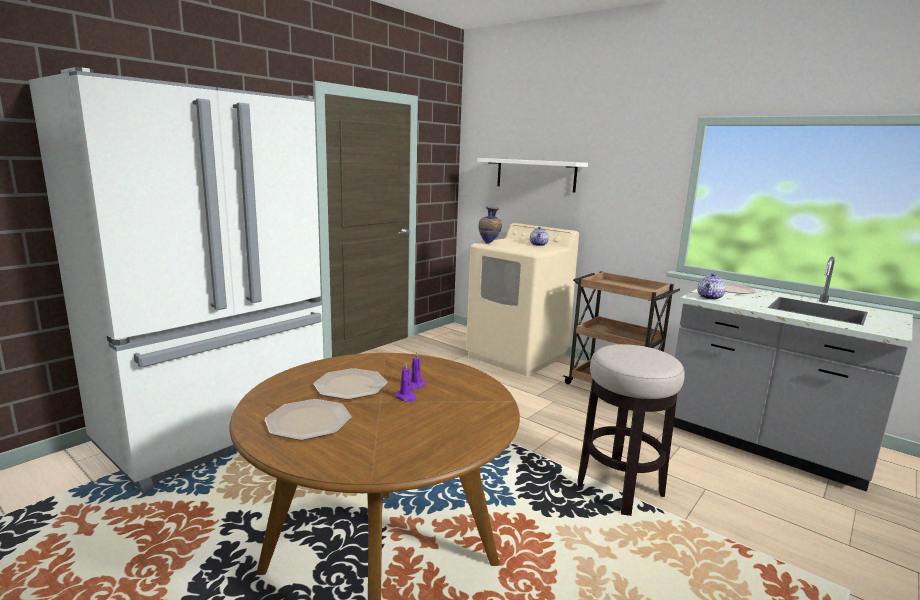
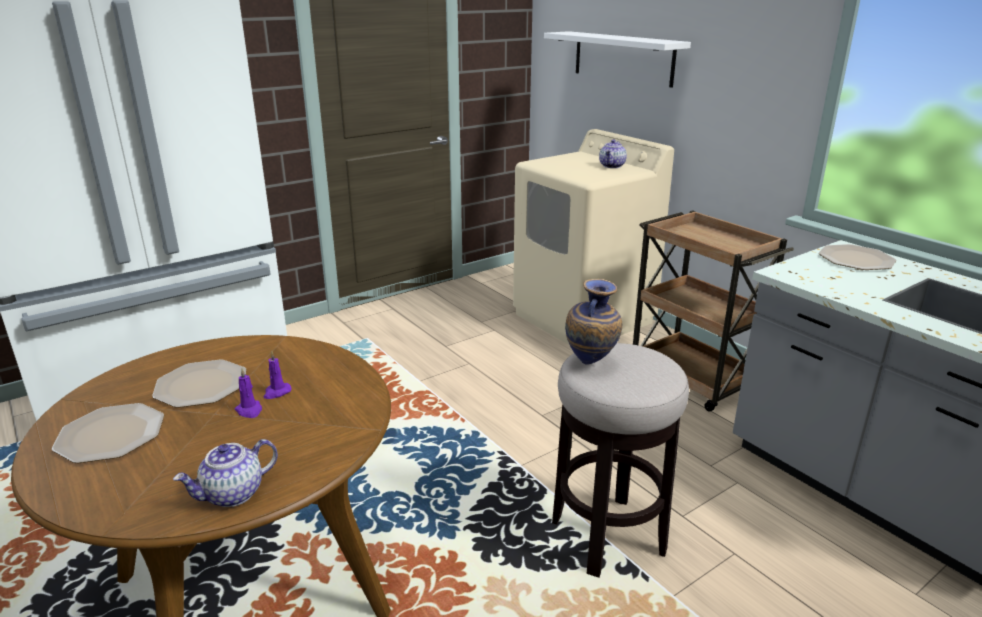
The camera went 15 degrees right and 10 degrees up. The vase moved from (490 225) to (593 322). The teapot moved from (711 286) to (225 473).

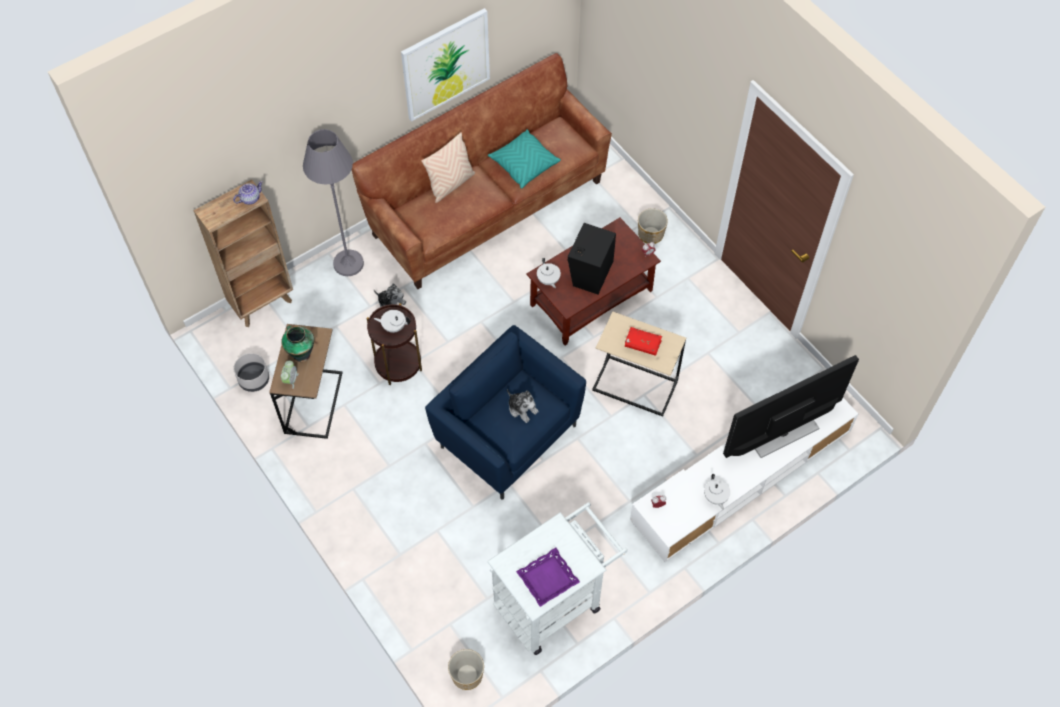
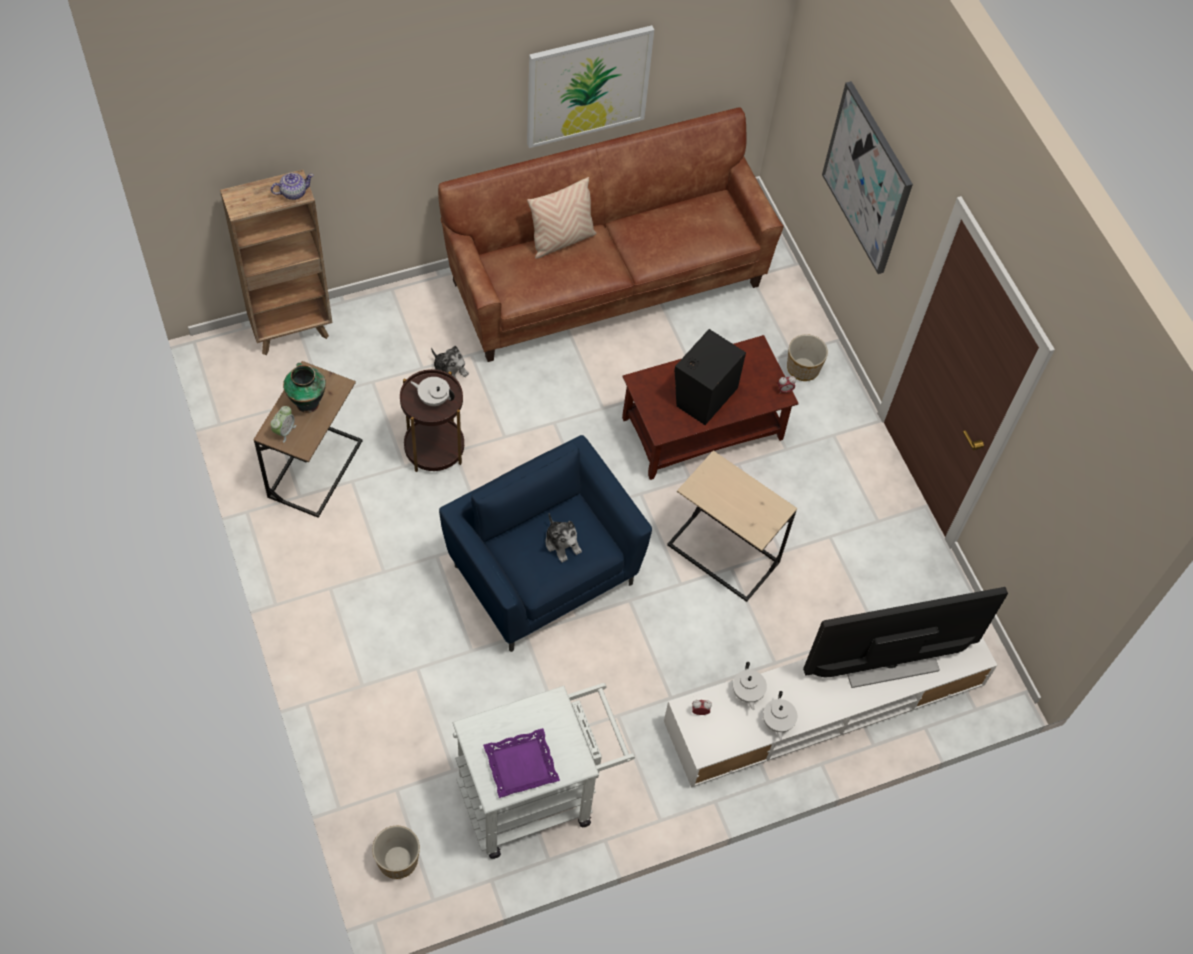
The camera went 10 degrees right and 0 degrees up. The grey flower pot at (251 372) disappeared. The grey floor lamp at (333 202) disappeared. The turquoise pillow at (524 159) disappeared. The red-coloured book at (643 341) disappeared. The picture at (867 177) appeared. The whitish teapot moved from (549 273) to (750 686).

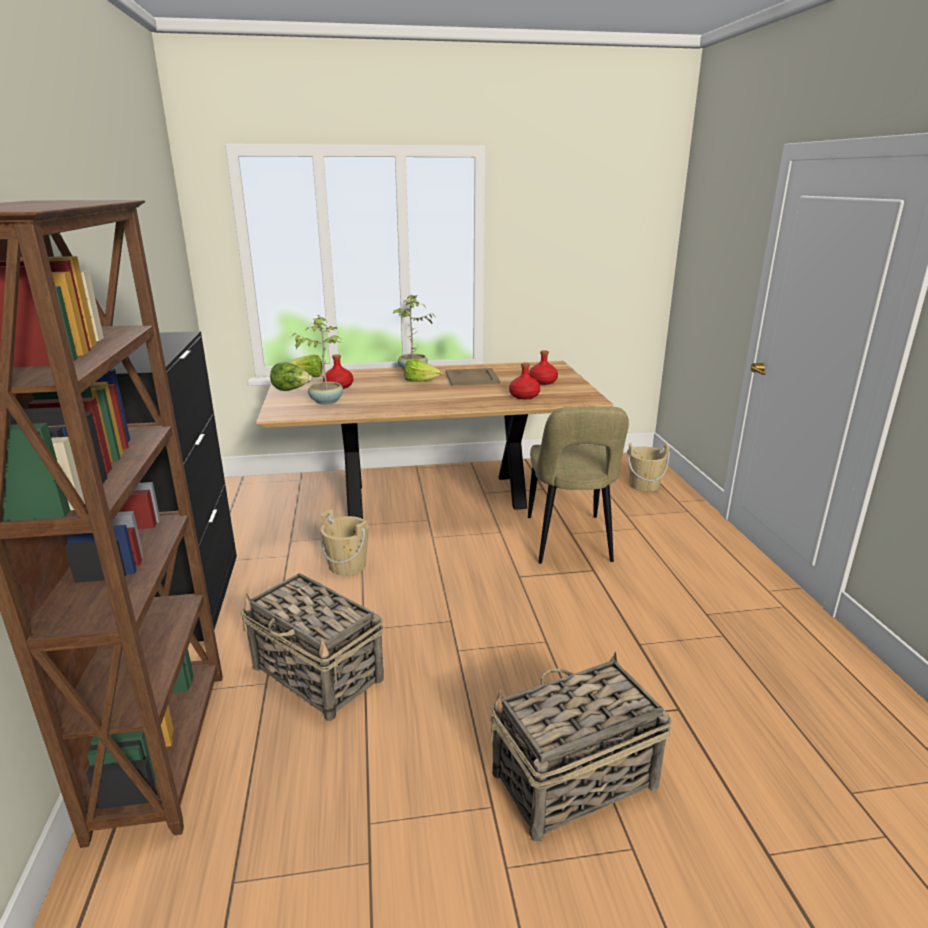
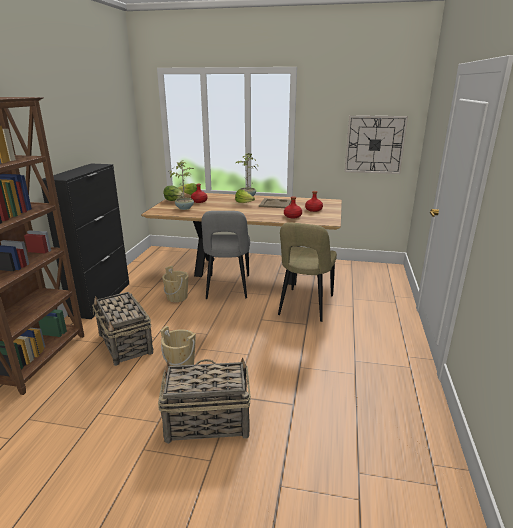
The camera went 20 degrees right and 0 degrees up. The grey upright chair at (225 255) appeared. The wall clock at (376 144) appeared. The beige pail moved from (648 467) to (178 346).

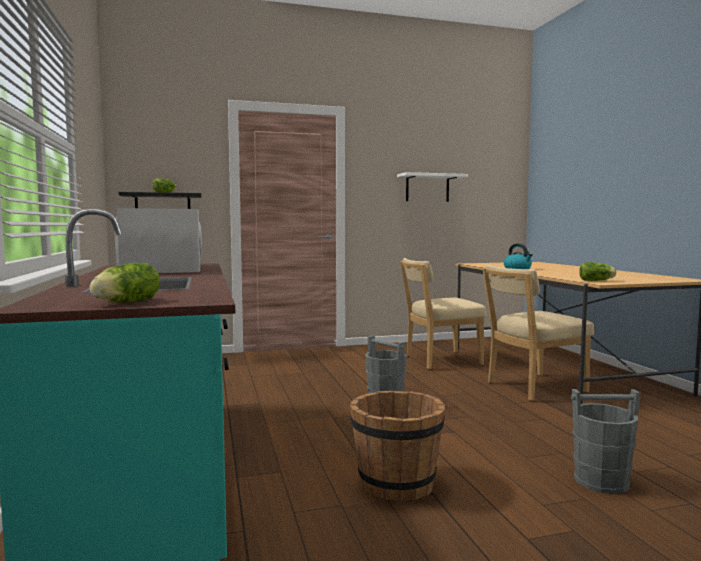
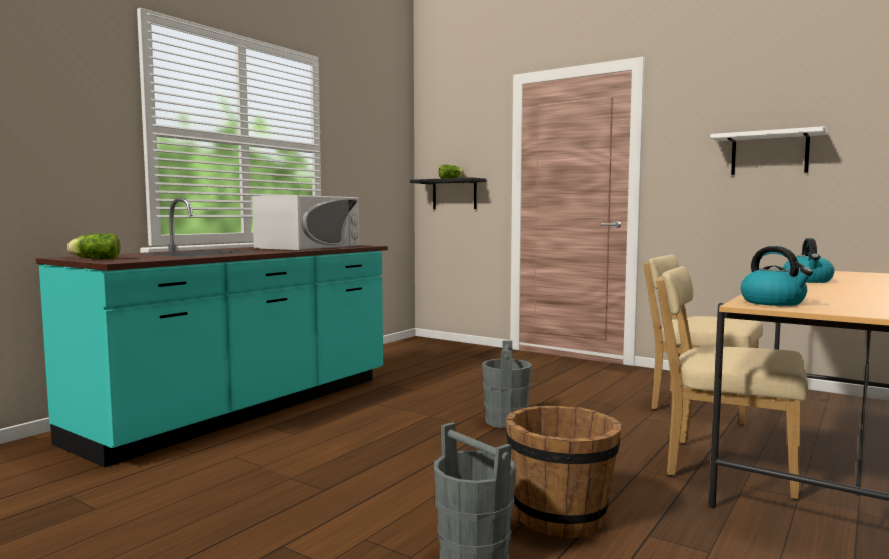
The camera went 50 degrees right and 0 degrees up. The brown pail moved from (397 446) to (563 472). The head of lettuce at (597 271) was replaced by the water kettle at (777 276).

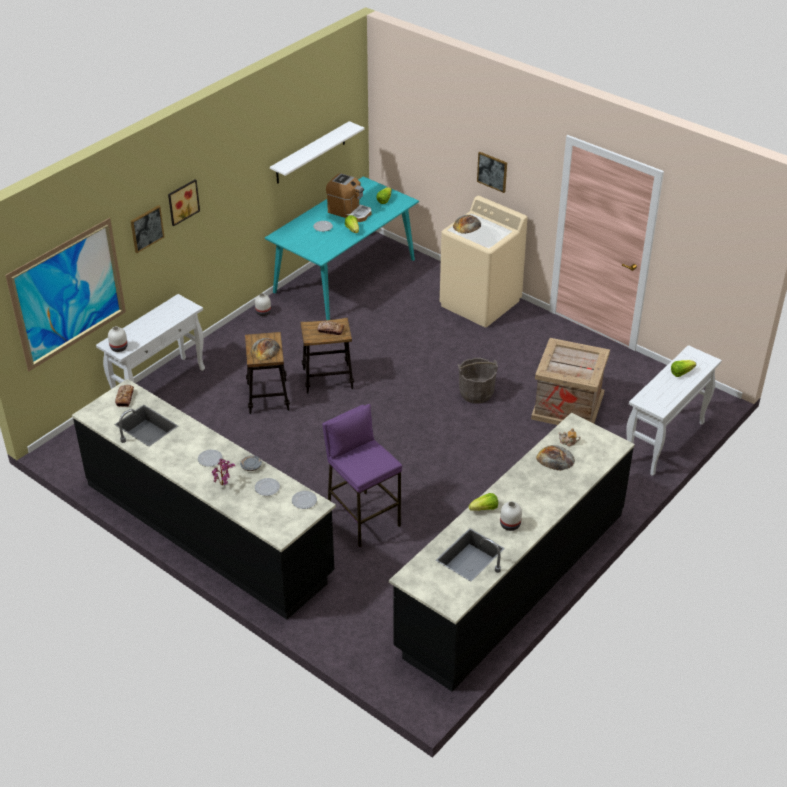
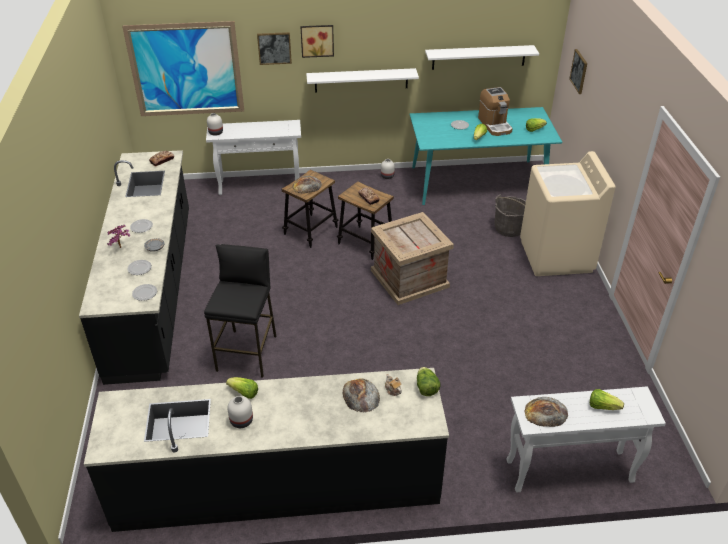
The camera went 45 degrees right and 0 degrees up. The whitish bracket shelf at (362 80) appeared. The head of lettuce at (428 381) appeared. The bakery bread moved from (467 224) to (546 412). The grey pail moved from (478 380) to (510 215). The picture moved from (492 172) to (578 71). The packing crate moved from (570 381) to (412 258). The purple-coloured sitting stool at (362 475) became the blackish sitting stool at (240 311).

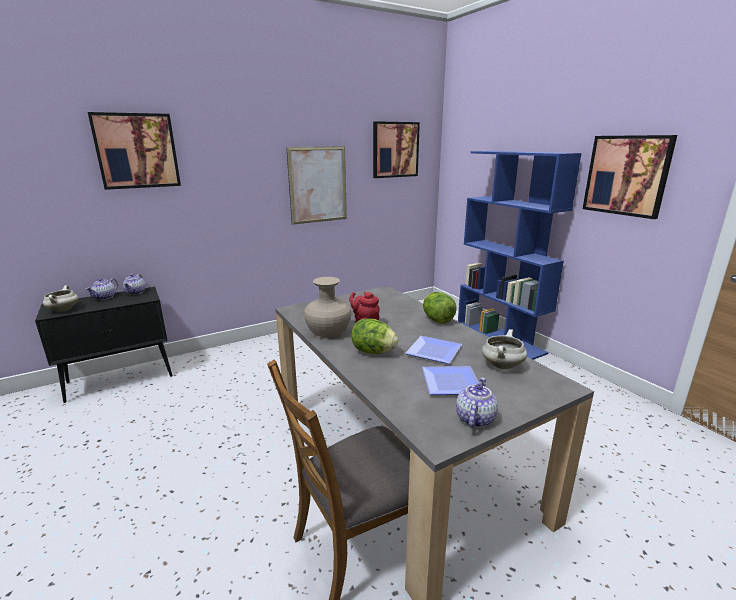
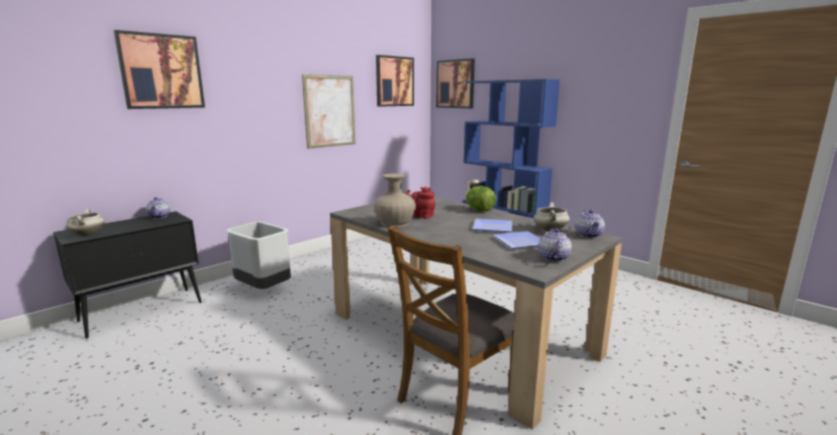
The camera went 15 degrees left and 5 degrees down. The head of lettuce at (374 336) disappeared. The grey waste bin at (258 255) appeared. The teapot moved from (102 289) to (590 224). The picture moved from (630 177) to (455 83).

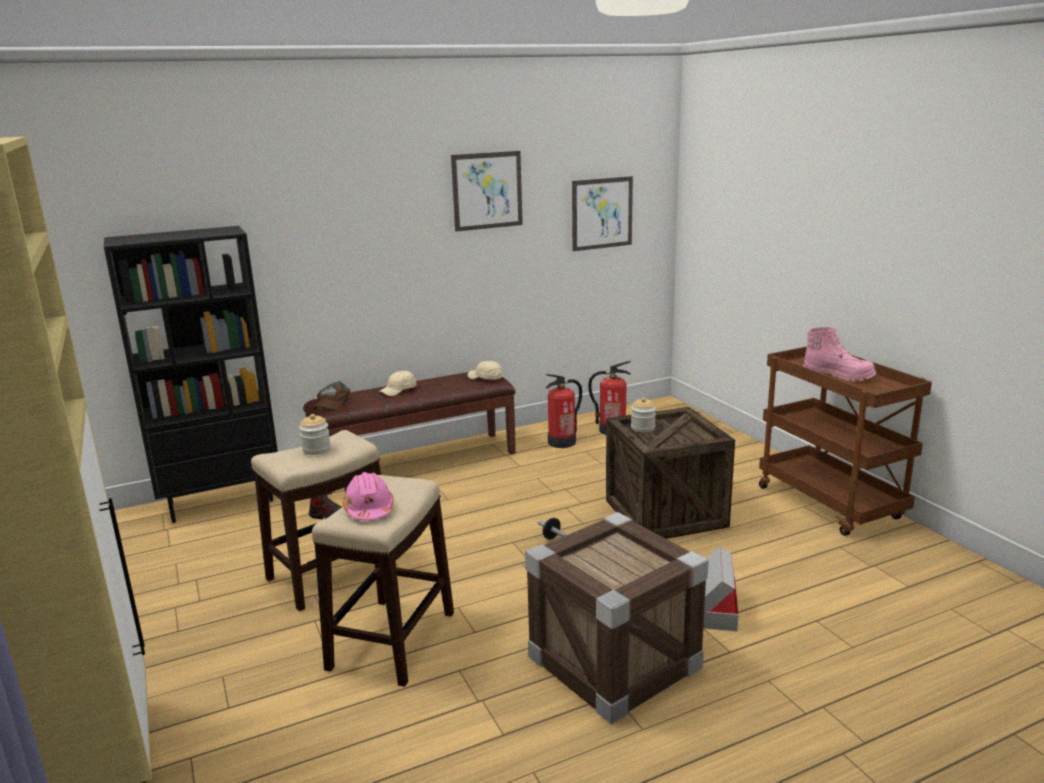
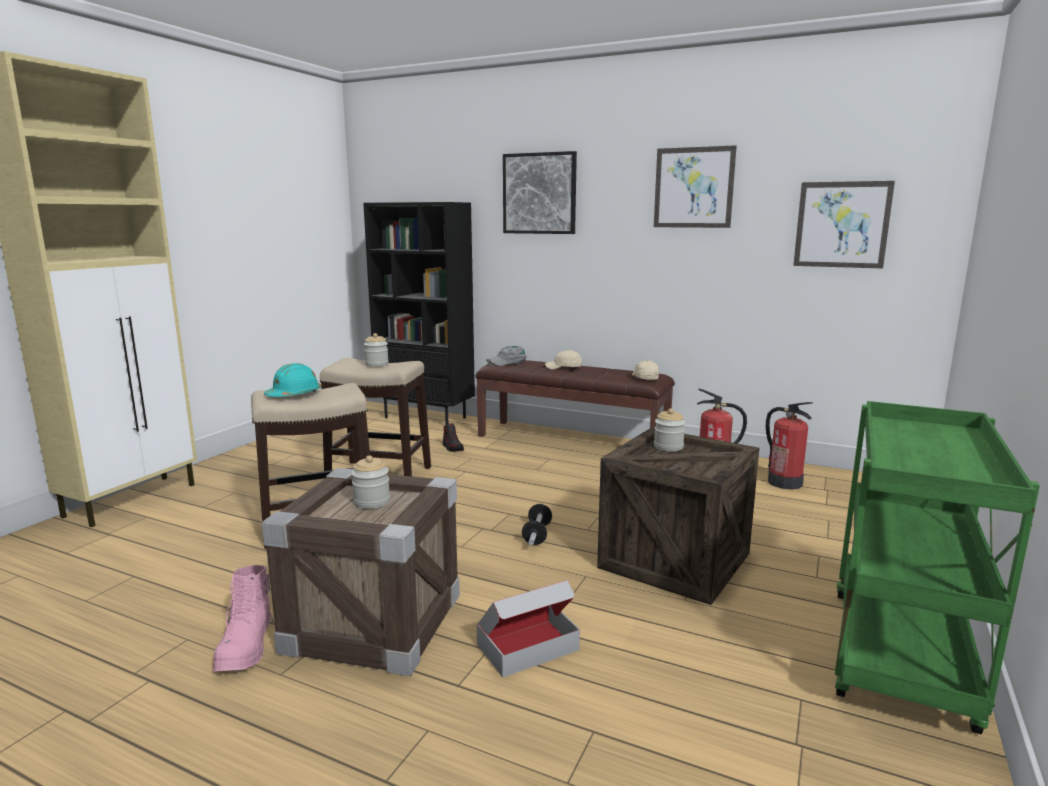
The camera went 50 degrees right and 5 degrees down. The preserve jar at (370 482) appeared. The picture at (540 192) appeared. The pink tall boot moved from (839 354) to (243 618). The brown baseball cap at (331 396) became the grey baseball cap at (507 356). The pink work helmet at (368 496) became the turquoise work helmet at (292 380). The brown wheeled cart at (845 441) became the green wheeled cart at (937 567).

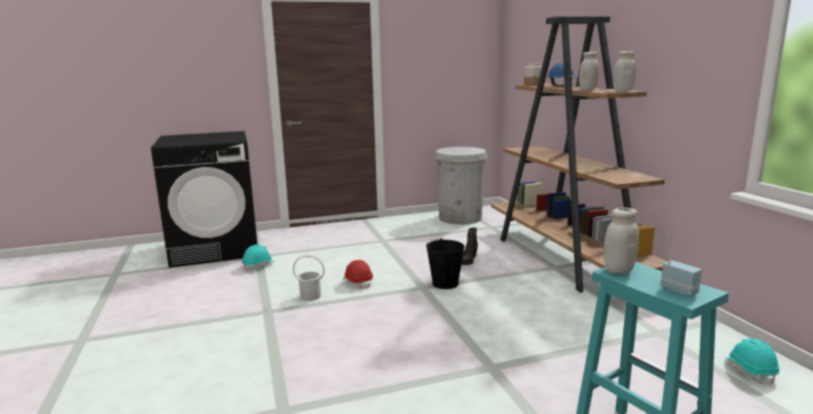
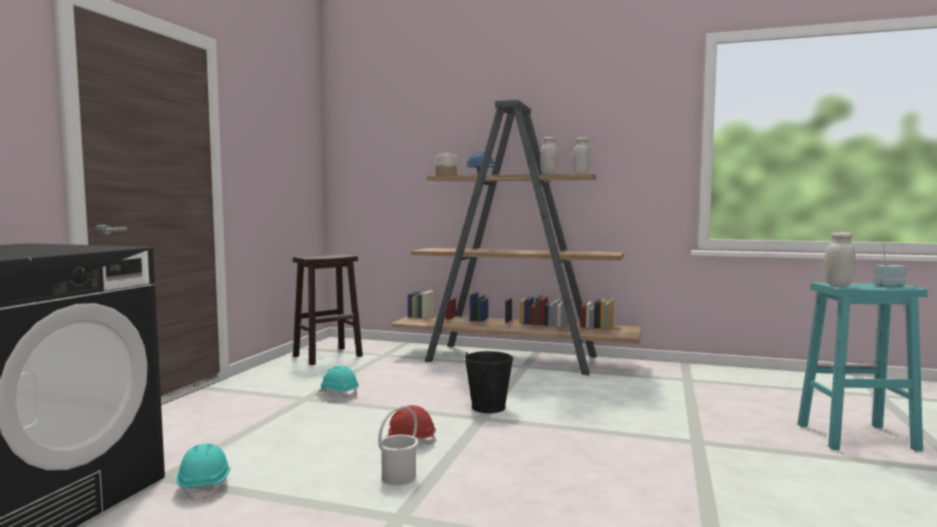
The camera went 55 degrees left and 10 degrees down. The blackish tall boot at (470 246) disappeared. The turquoise work helmet moved from (752 362) to (338 381). The whitish waste bin at (461 186) was replaced by the brown sitting stool at (328 309).

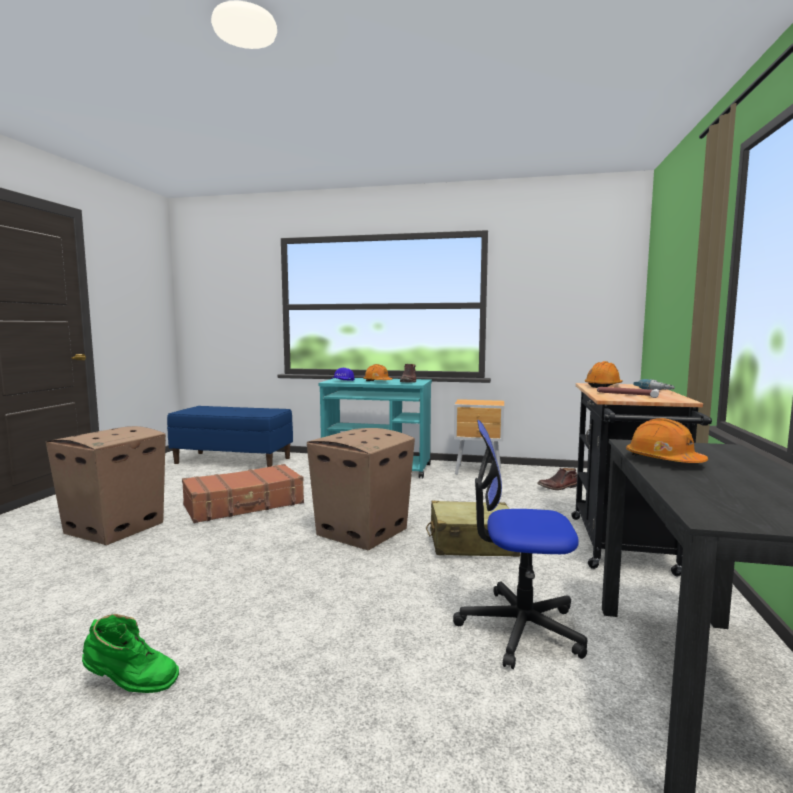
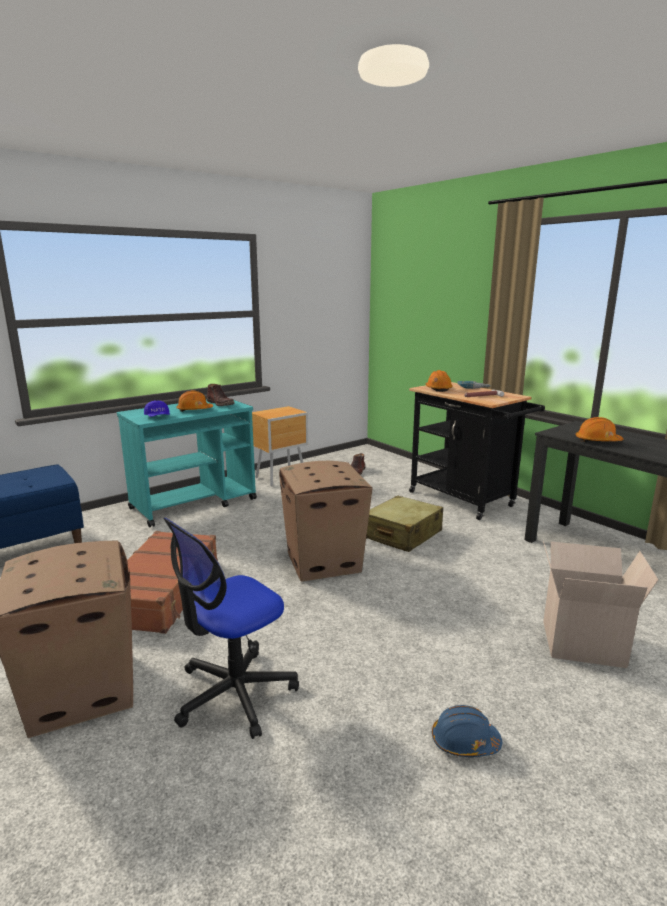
The camera went 50 degrees left and 10 degrees up. The carton at (601 604) appeared. The desk chair moved from (520 544) to (231 628). The green tall boot at (130 653) was replaced by the blue work helmet at (467 731).

